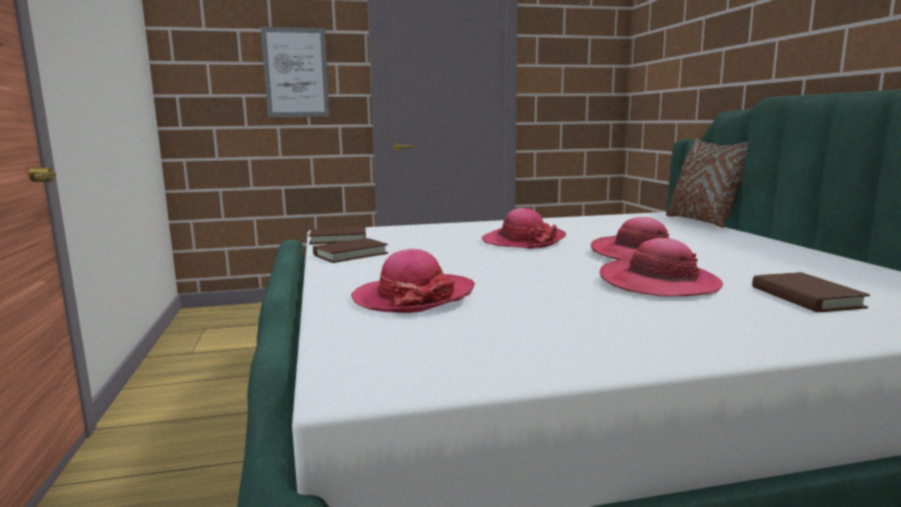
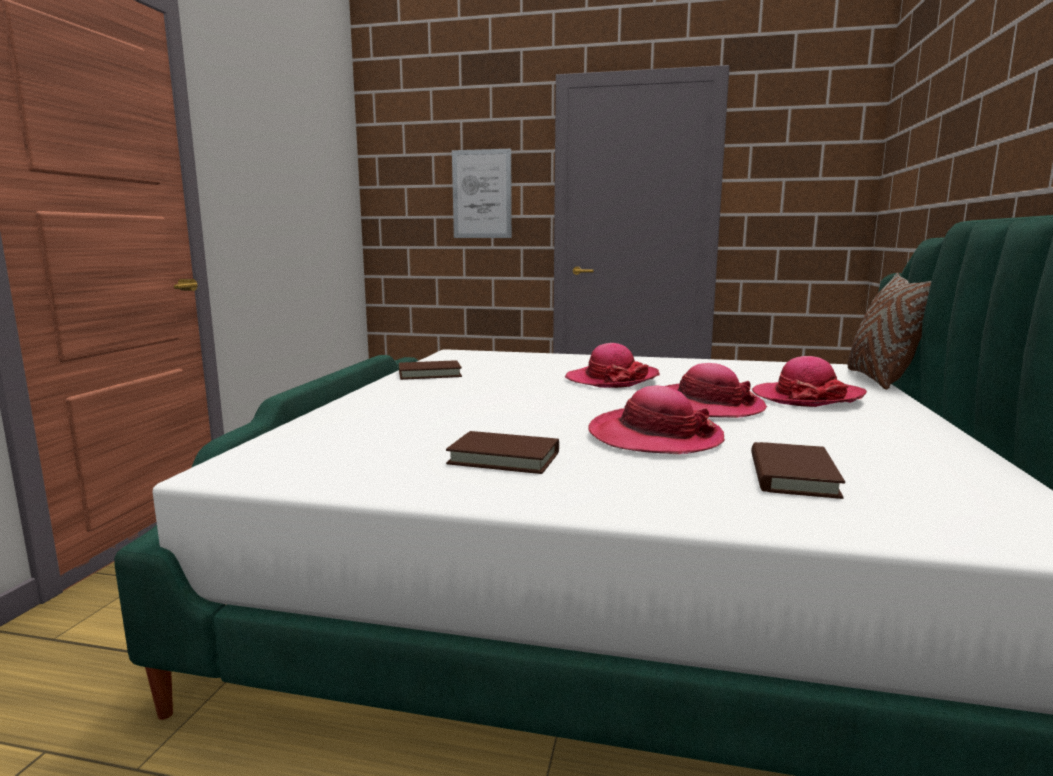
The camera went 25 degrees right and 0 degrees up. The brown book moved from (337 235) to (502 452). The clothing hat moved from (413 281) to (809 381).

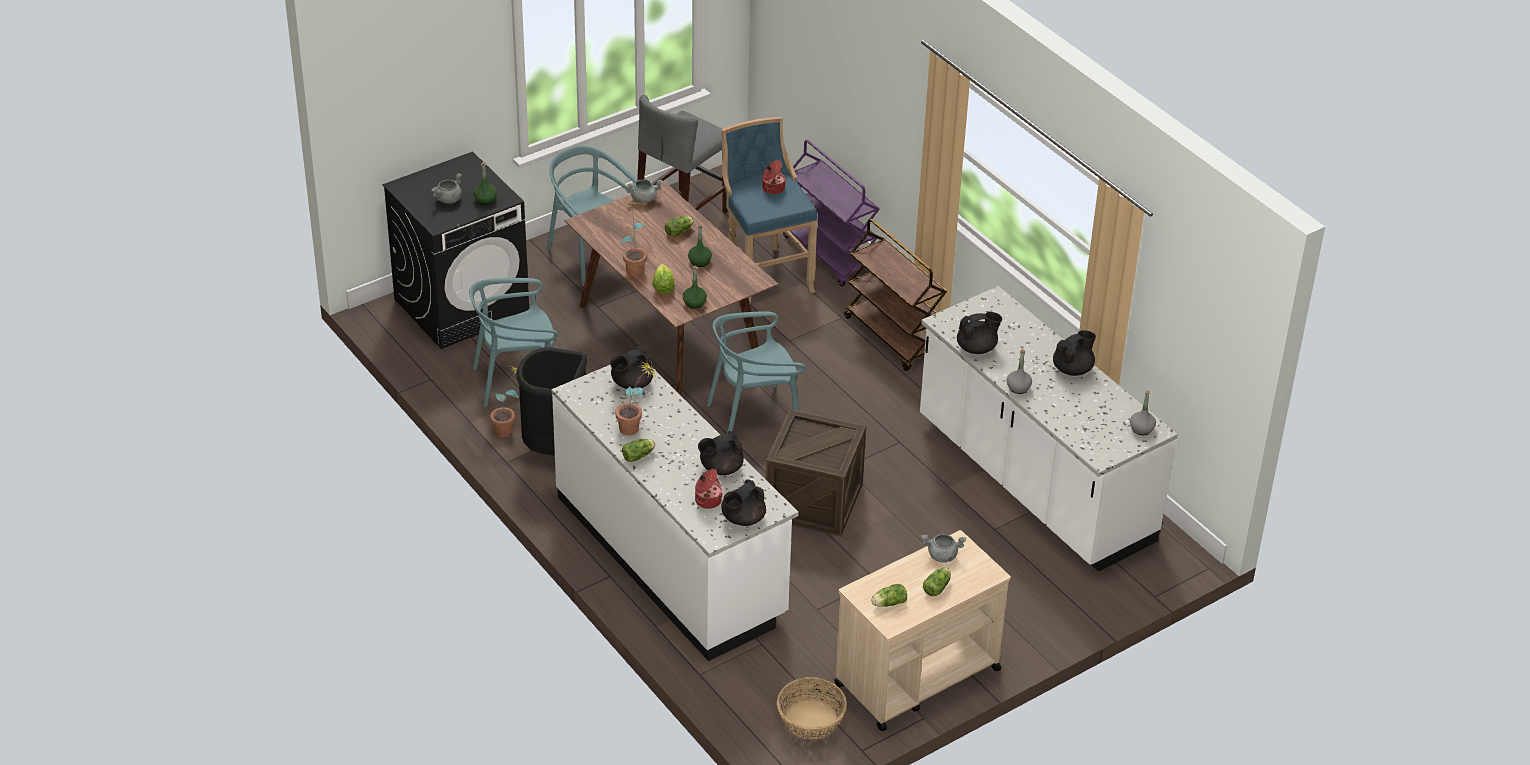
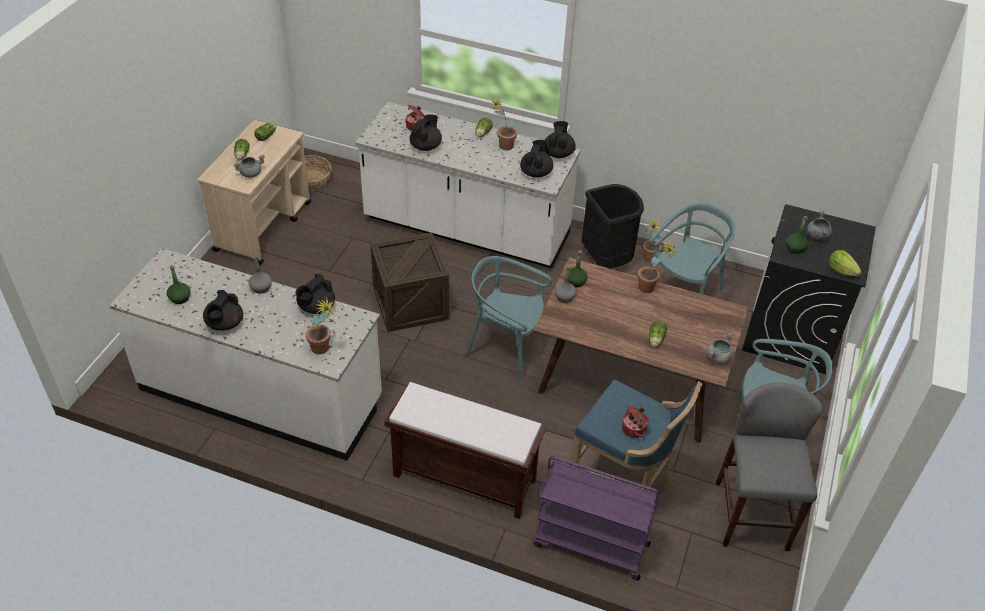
The camera went 145 degrees right and 5 degrees up. The houseplant at (321 326) appeared. The head of lettuce moved from (663 279) to (844 263). The green drink bottle moved from (700 246) to (179 284). The blackish teapot moved from (743 502) to (560 139). The grey drink bottle moved from (1143 412) to (566 284). The brown wheeled cart at (895 295) was replaced by the brown long seat at (465 450). The turquoise upright chair at (756 372) turned 105 degrees counterclockwise.

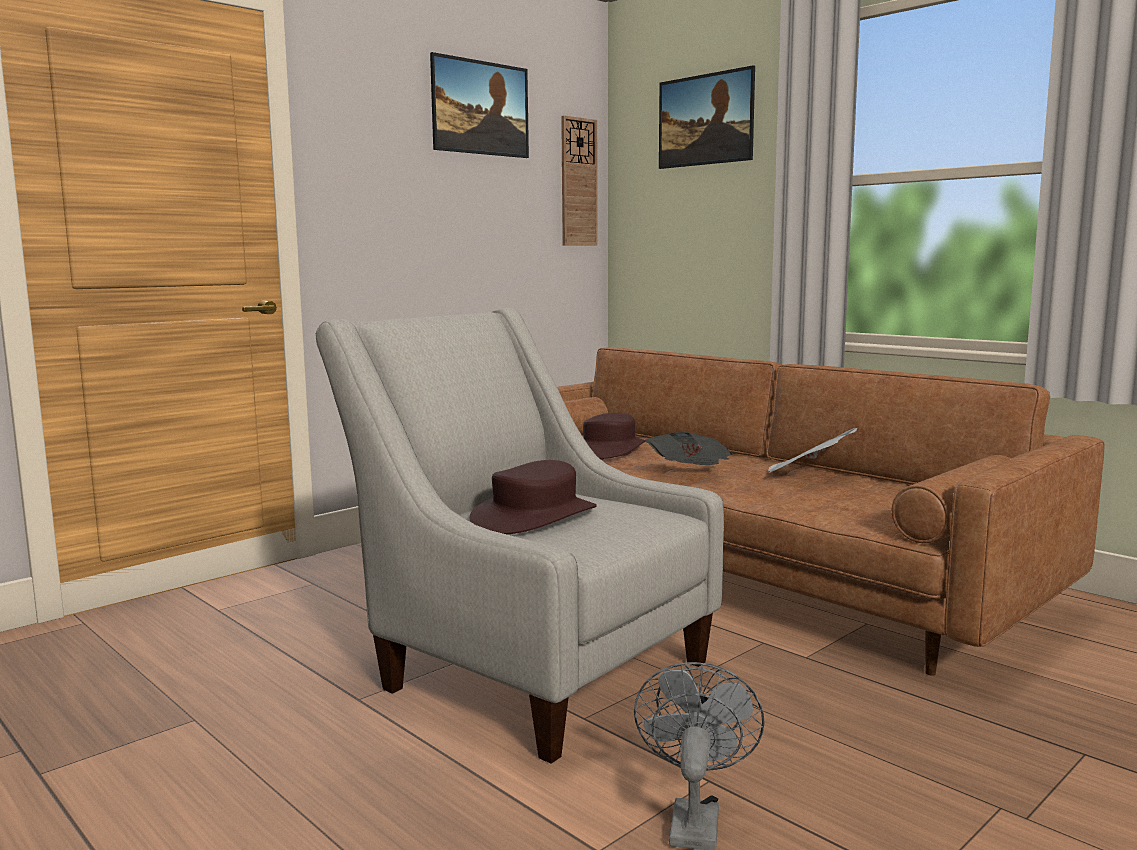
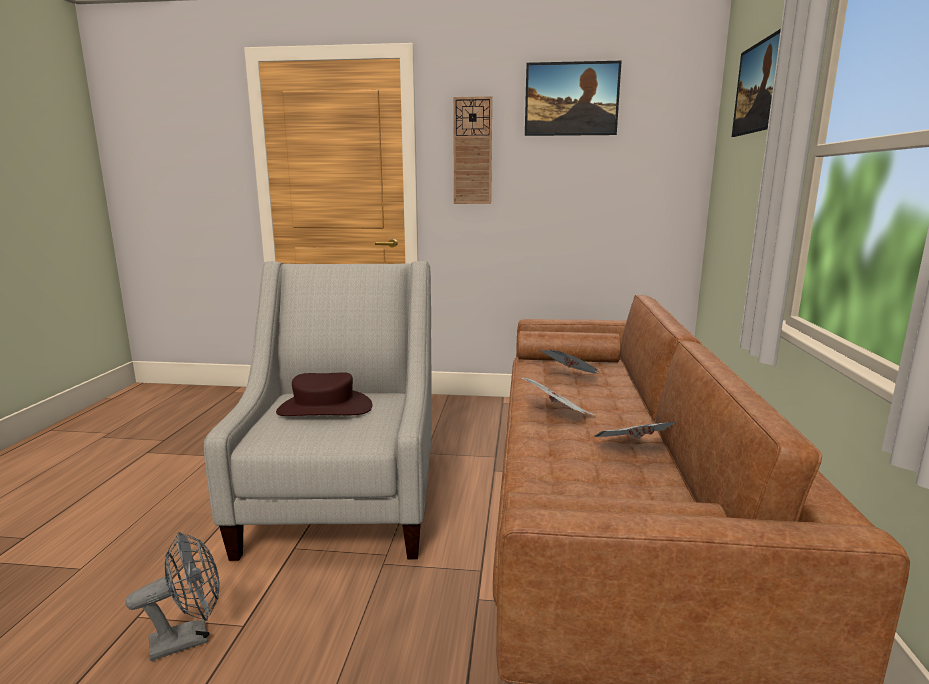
The camera went 50 degrees right and 5 degrees up. The wall clock moved from (579 180) to (472 150). The brown clothing hat at (614 436) was replaced by the newspaper at (569 362).

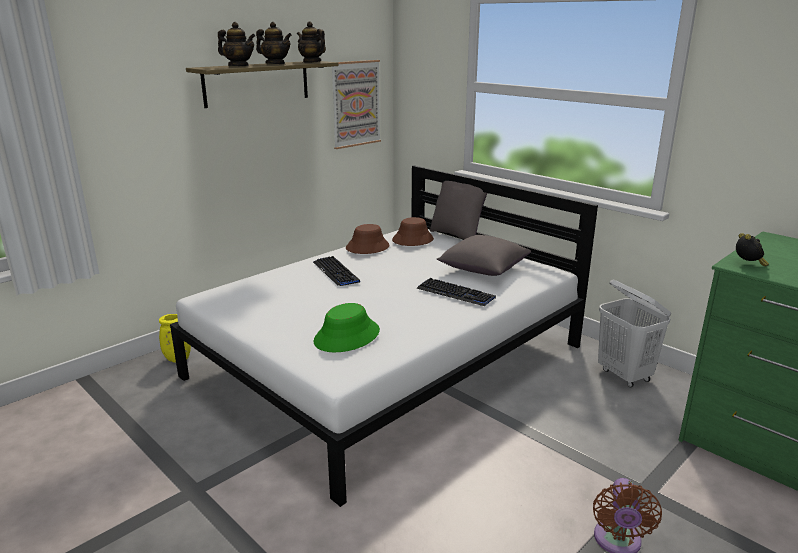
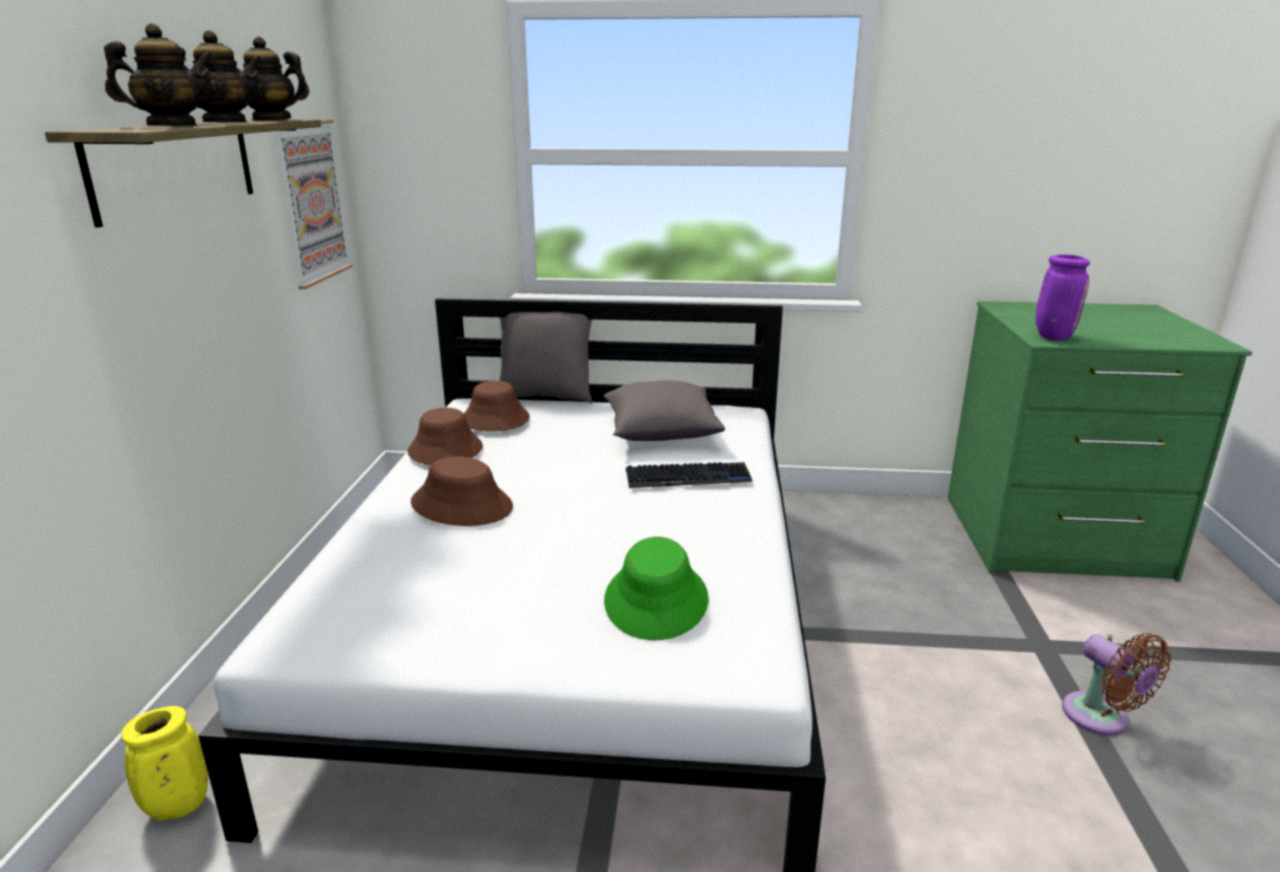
The camera went 40 degrees left and 0 degrees up. The whitish hamper at (634 334) disappeared. The computer keyboard at (336 271) was replaced by the brown clothing hat at (462 491). The alarm clock at (752 249) was replaced by the purple-coloured vase at (1063 297).

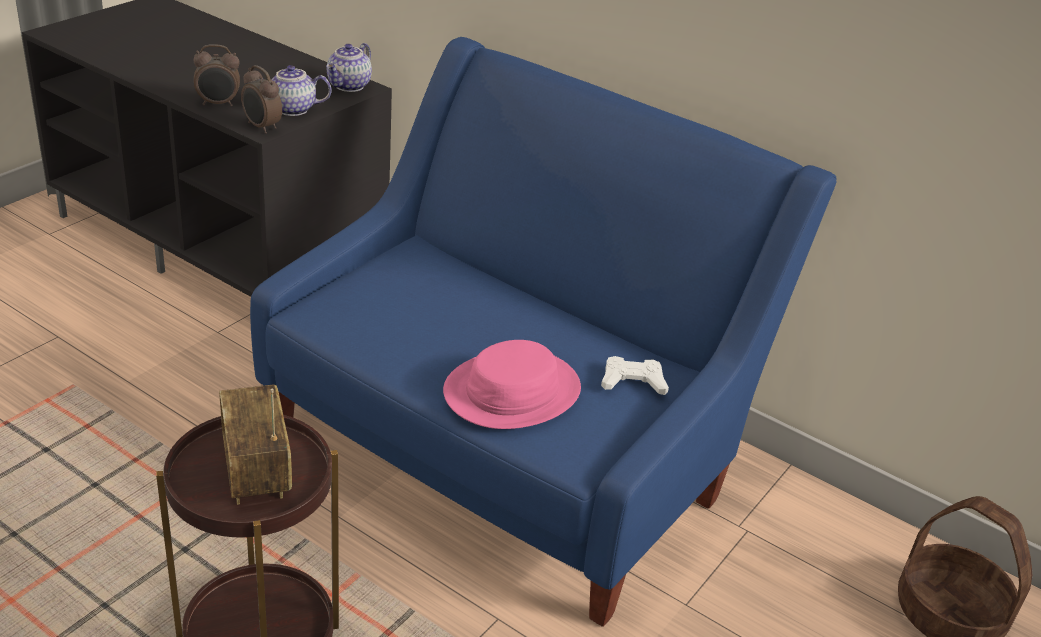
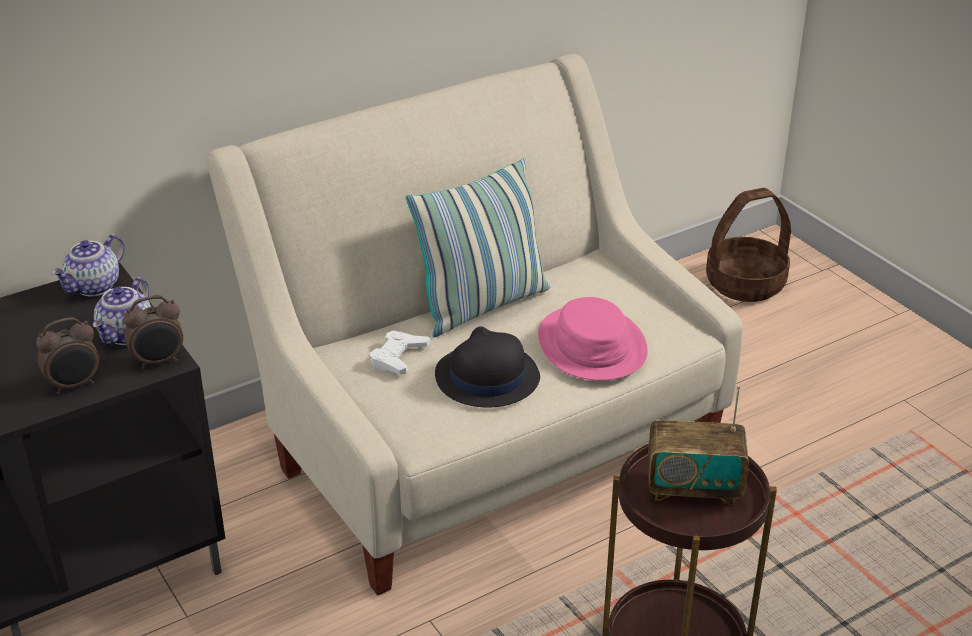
The camera went 65 degrees left and 0 degrees up. The pillow at (477 247) appeared. The blackish clothing hat at (487 367) appeared. The whitish gamepad moved from (635 375) to (400 352). The blue settee at (543 332) became the beige settee at (474 324). The alarm clock at (216 75) turned 45 degrees clockwise. The teapot at (349 67) turned 75 degrees clockwise.

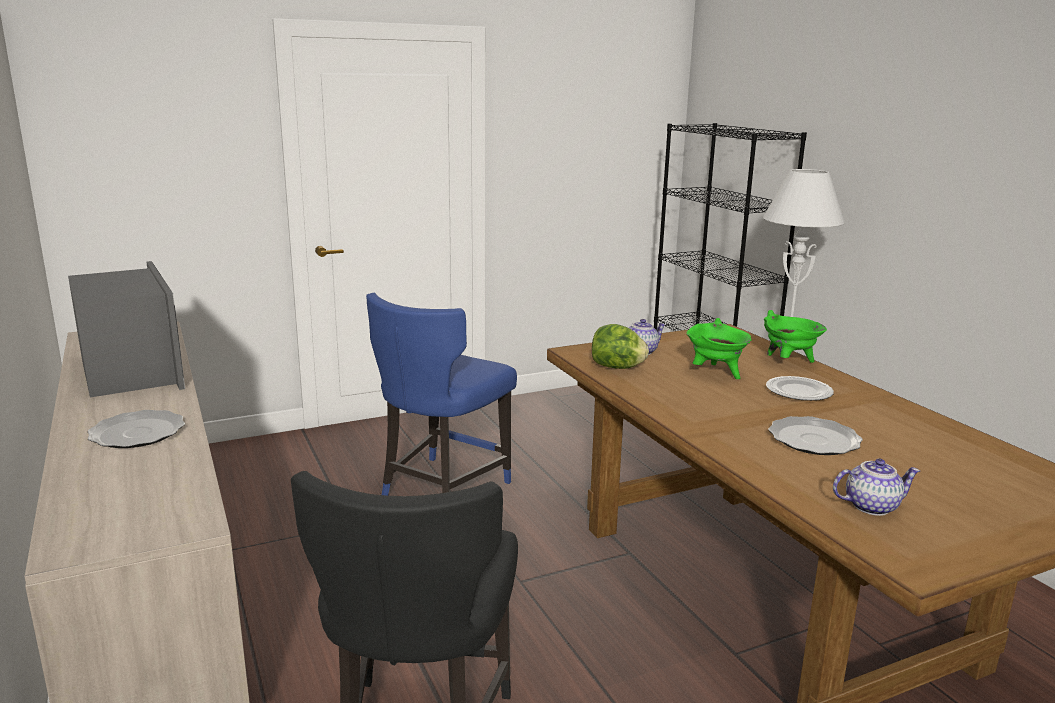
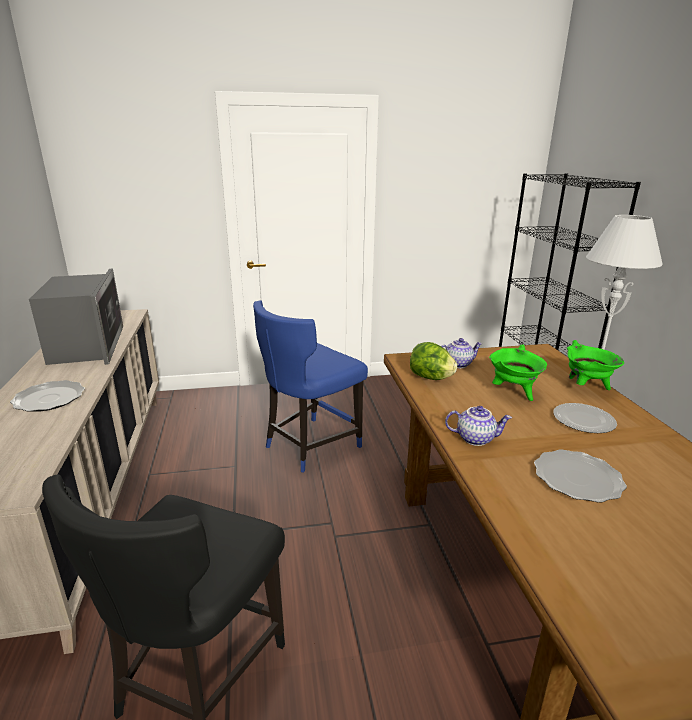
The camera went 15 degrees right and 5 degrees up. The teapot moved from (876 487) to (478 426).

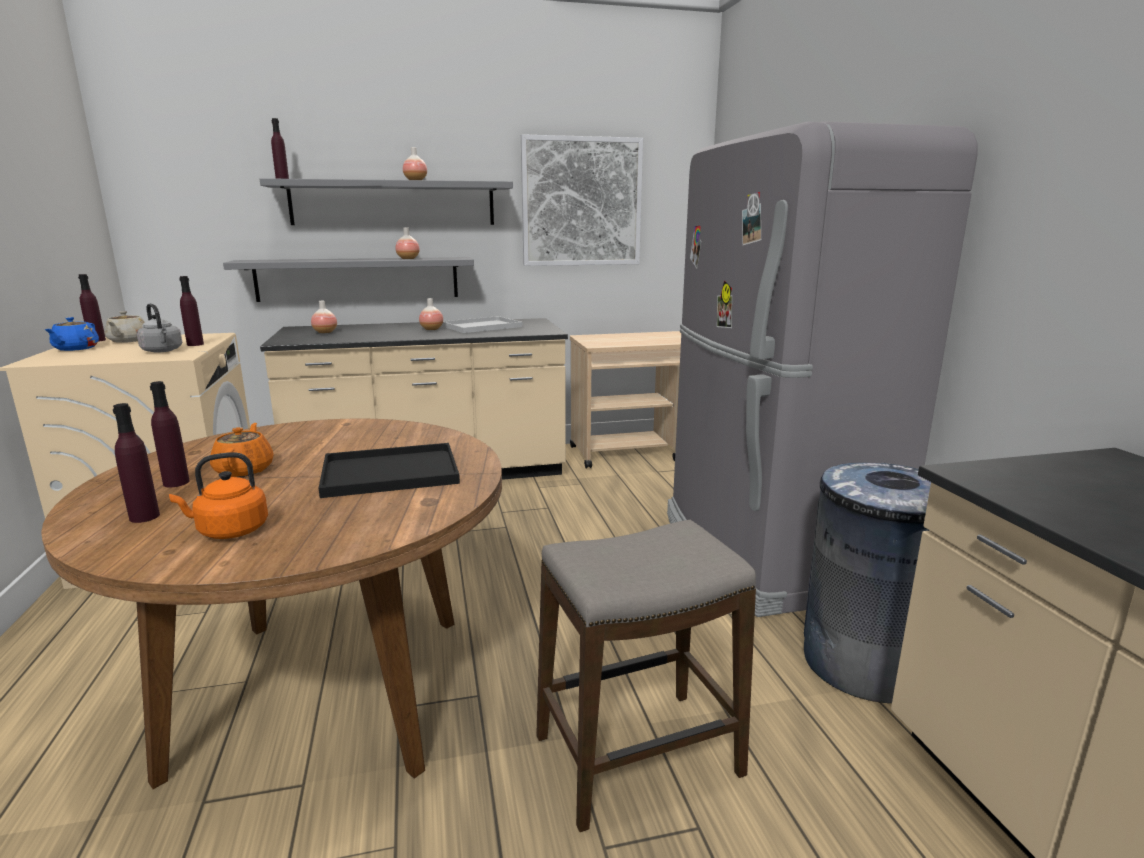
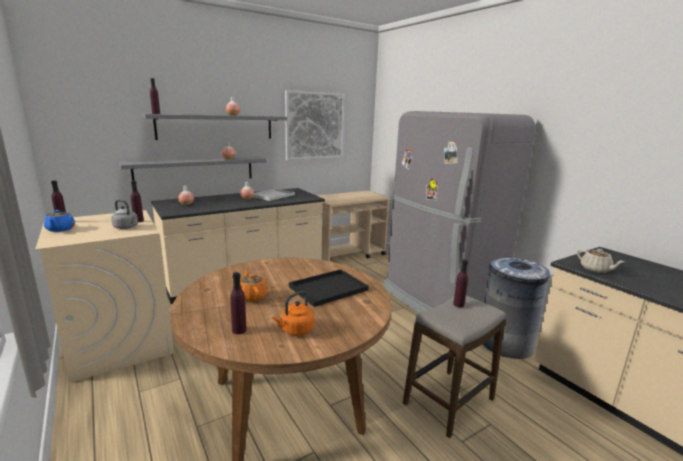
The camera went 20 degrees left and 0 degrees up. The beige teapot moved from (124 327) to (601 261). The purple-coloured drink bottle moved from (170 434) to (460 283).

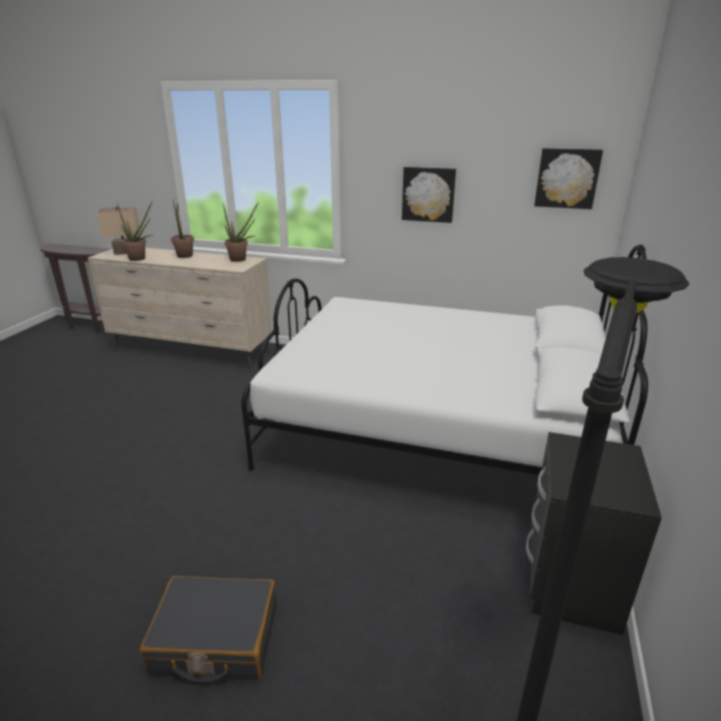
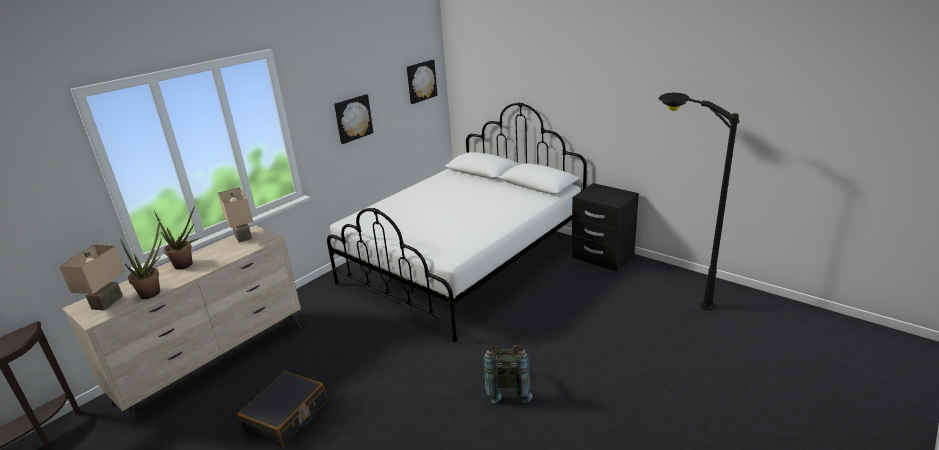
The camera went 65 degrees left and 0 degrees up. The grey rucksack at (507 374) appeared. The blackish piece of luggage moved from (208 630) to (282 409). The houseplant at (241 232) was replaced by the beige lamp for a table at (235 215).

